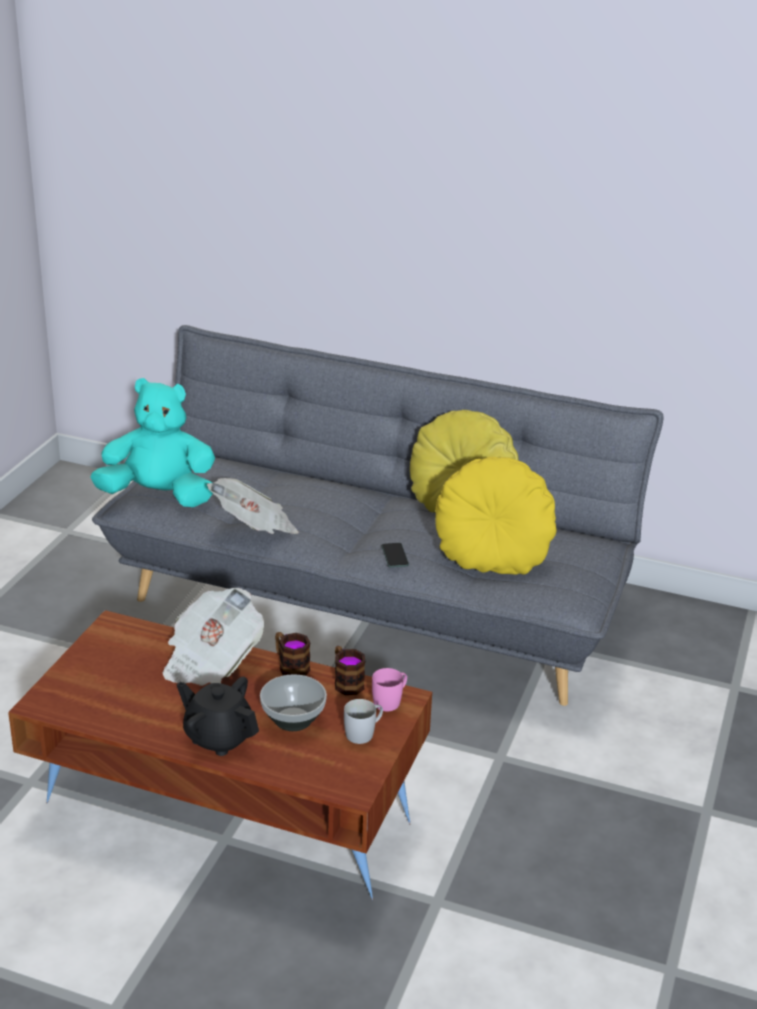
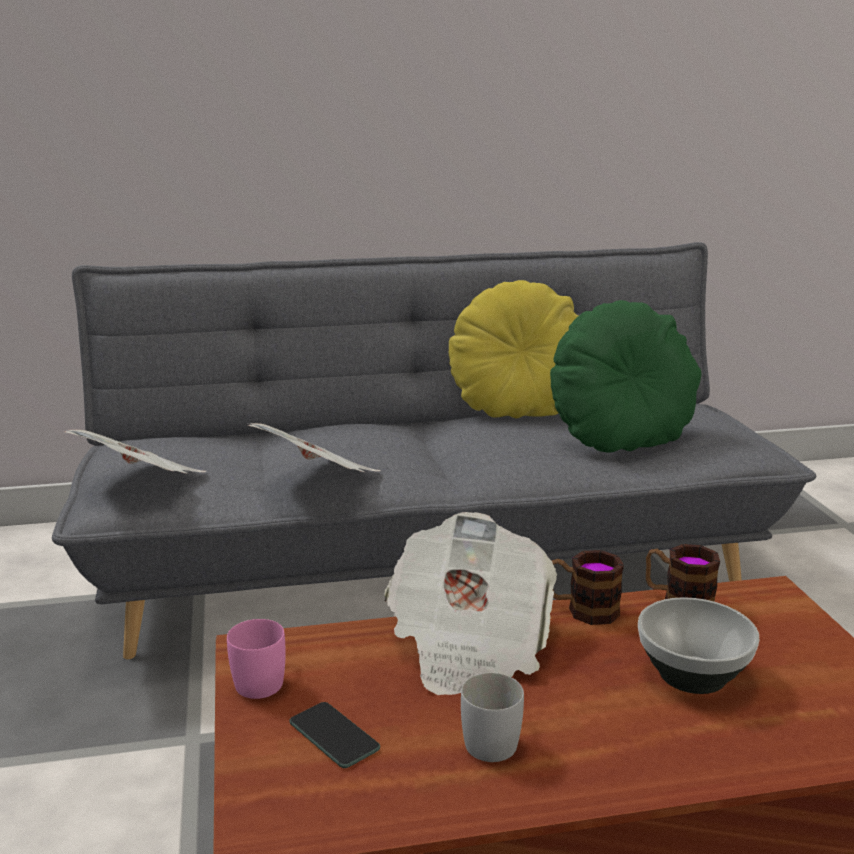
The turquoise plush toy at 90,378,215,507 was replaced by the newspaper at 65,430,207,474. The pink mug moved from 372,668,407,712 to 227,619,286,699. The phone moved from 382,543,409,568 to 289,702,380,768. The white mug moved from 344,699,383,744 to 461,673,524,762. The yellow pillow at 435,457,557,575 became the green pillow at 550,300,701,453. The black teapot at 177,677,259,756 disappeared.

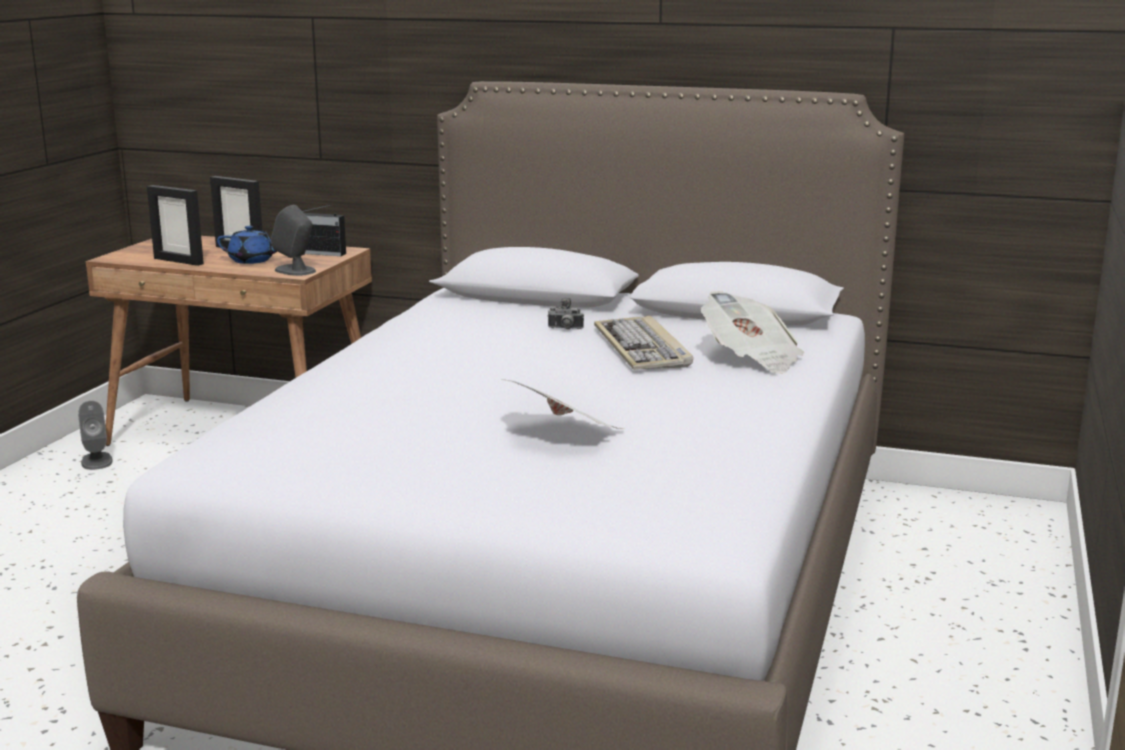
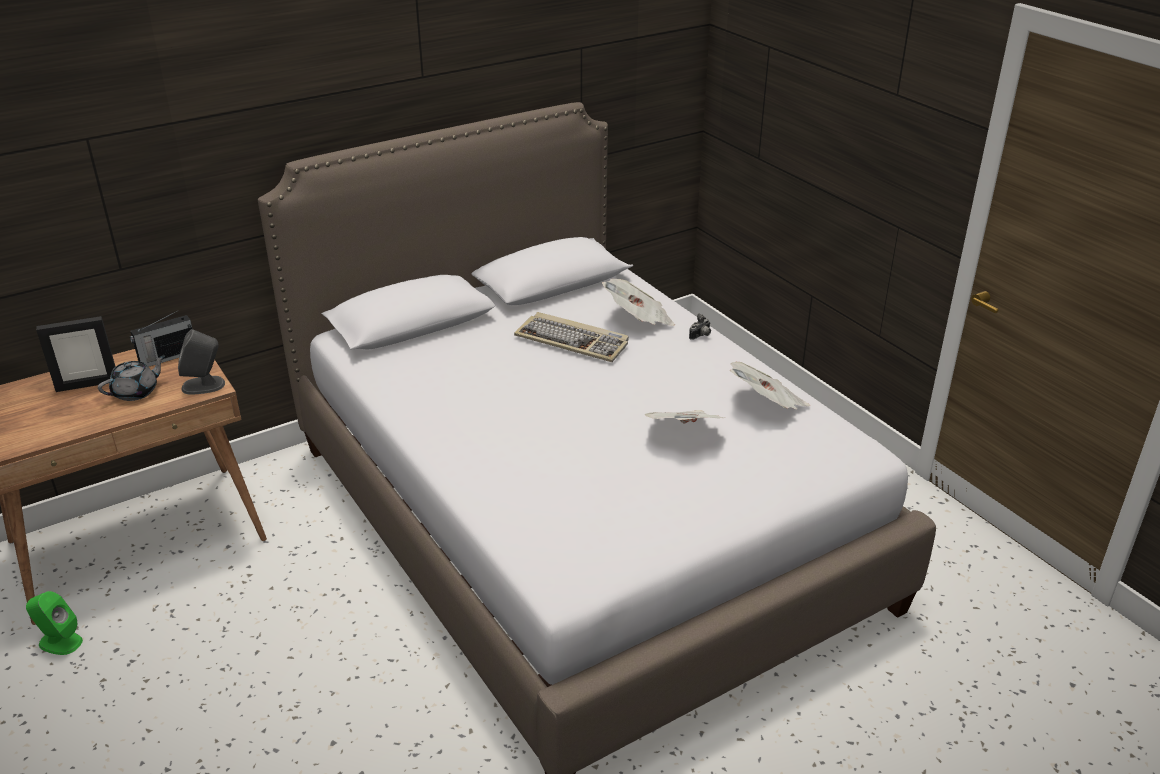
The grey speaker at 78,401,113,470 became the green speaker at 26,591,83,655. The blue teapot at 217,226,277,264 became the grey teapot at 98,355,165,401. The photo camera moved from 547,298,584,329 to 689,313,711,340. The newspaper at 730,362,810,409 appeared. The picture frame at 147,185,204,266 disappeared.

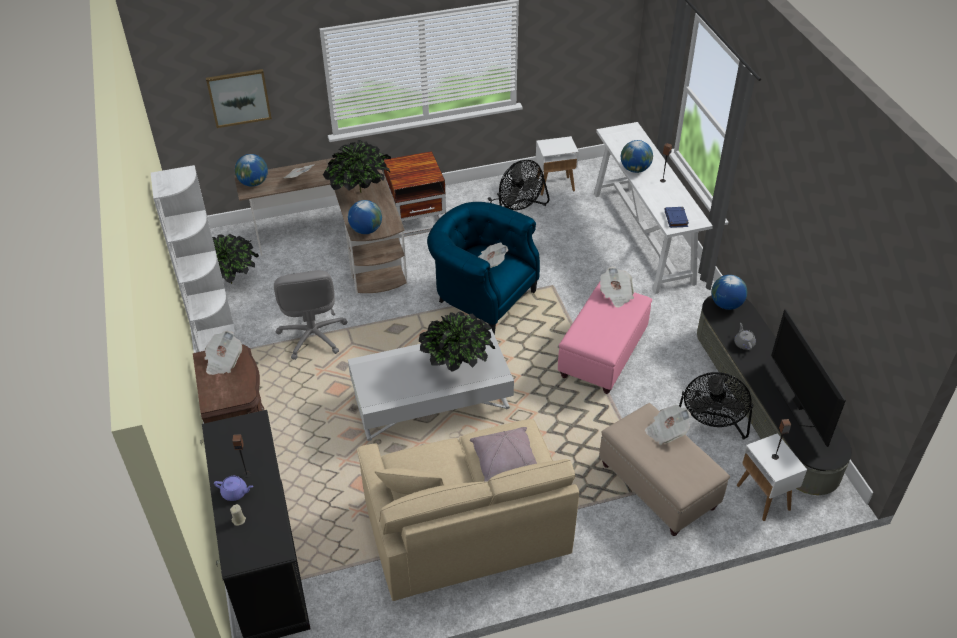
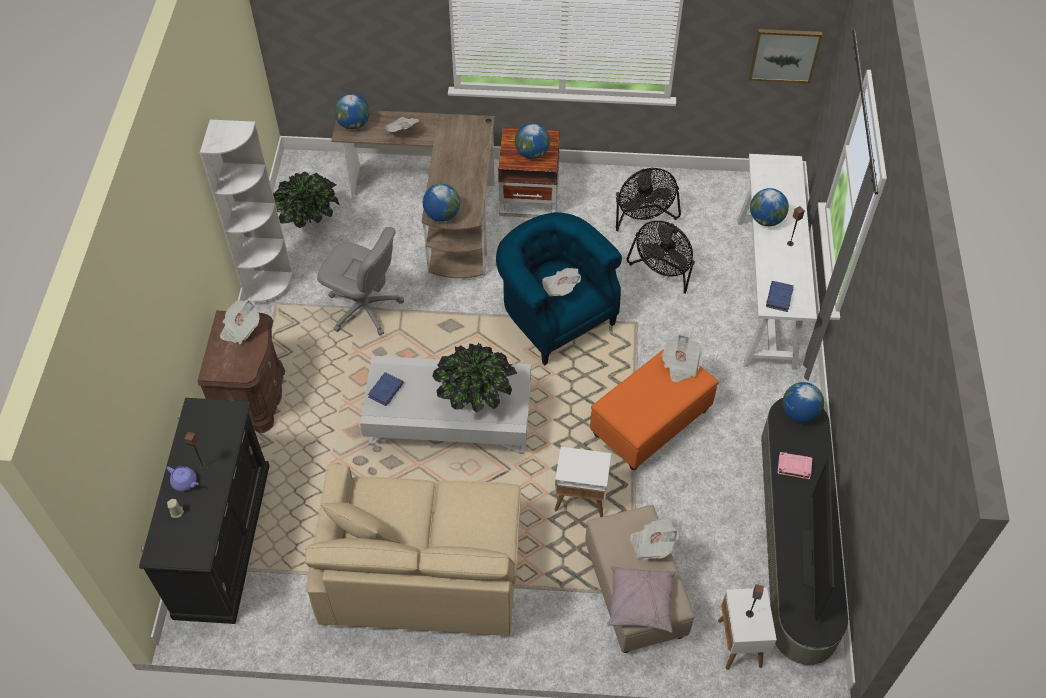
The grey office chair at 274,270,348,360 turned 75 degrees counterclockwise. The blue book at 368,372,404,406 appeared. The globe at 515,123,550,159 appeared. The white side table moved from 536,136,579,196 to 554,447,611,517. The pink ottoman at 558,281,652,394 became the orange ottoman at 590,349,719,470. The purple pillow moved from 470,427,537,482 to 607,566,676,633. The black fan moved from 679,372,753,440 to 627,221,695,294. The picture moved from 206,69,272,128 to 749,29,823,83. The grey teapot at 734,323,756,350 was replaced by the pink book at 777,452,812,479. The potted plant at 323,140,391,193 disappeared.

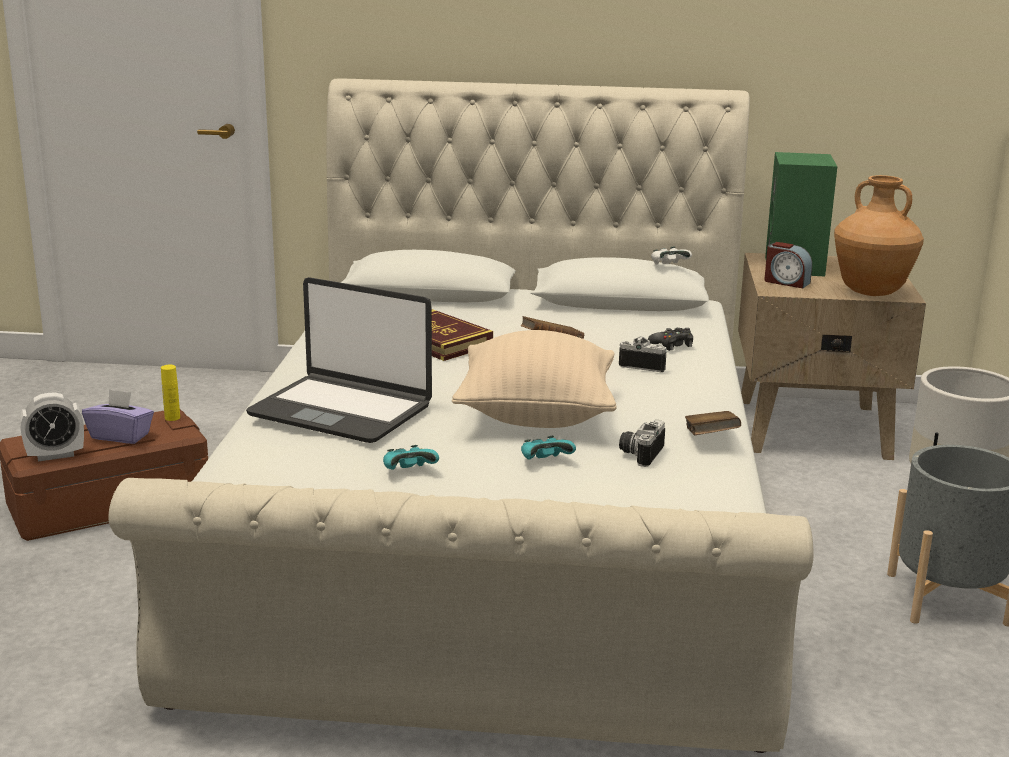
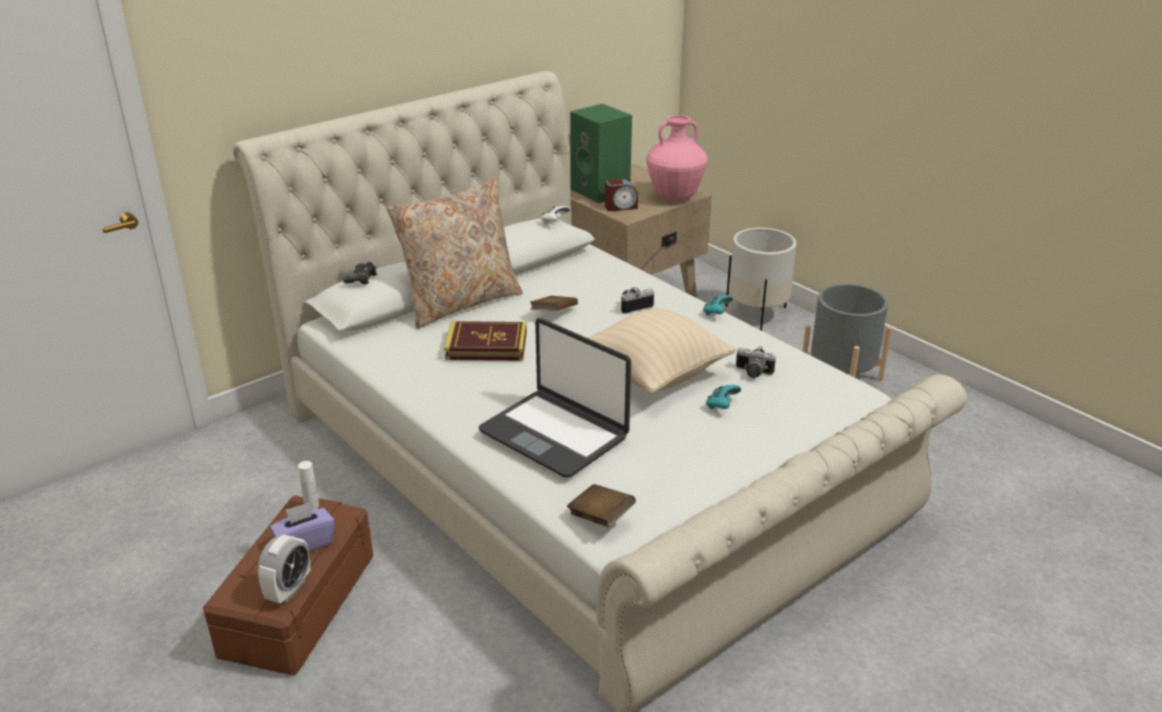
The yellow bottle at 161,365,180,421 became the white bottle at 298,461,319,510. The black game controller moved from 648,328,693,351 to 343,262,377,284. The beige pillow at 386,177,523,329 appeared. The laptop at 246,277,432,443 turned 60 degrees clockwise. The brown book moved from 685,411,741,435 to 567,484,636,527. The brown vase at 834,175,924,296 became the pink vase at 646,115,708,201. The turquoise game controller moved from 383,445,439,470 to 703,295,733,316. The photo camera at 619,420,665,467 turned 45 degrees counterclockwise.

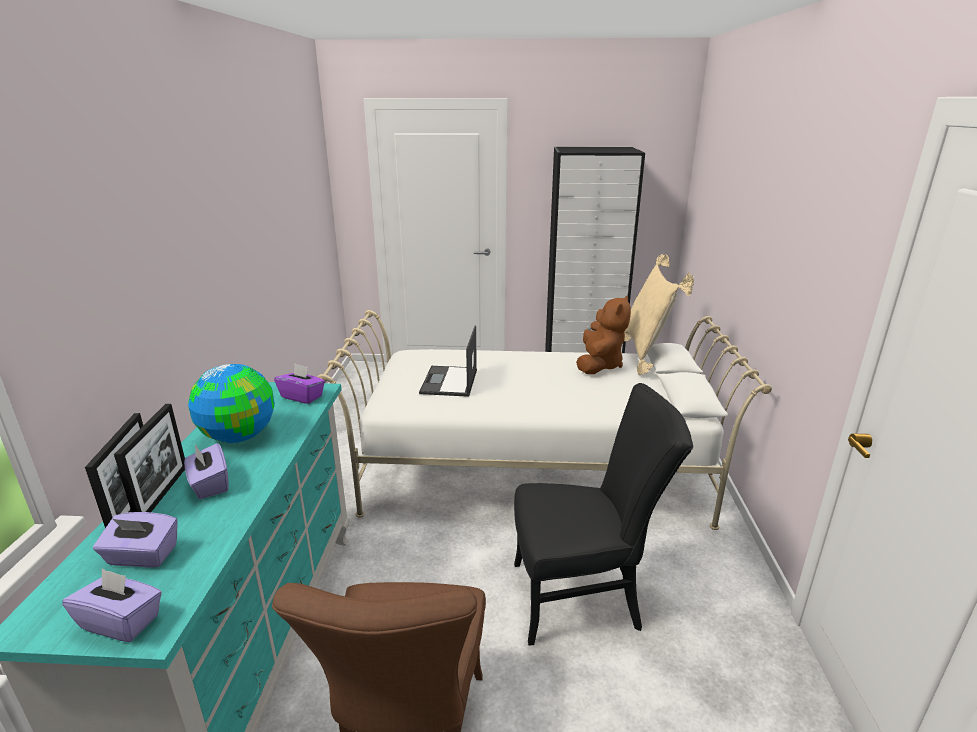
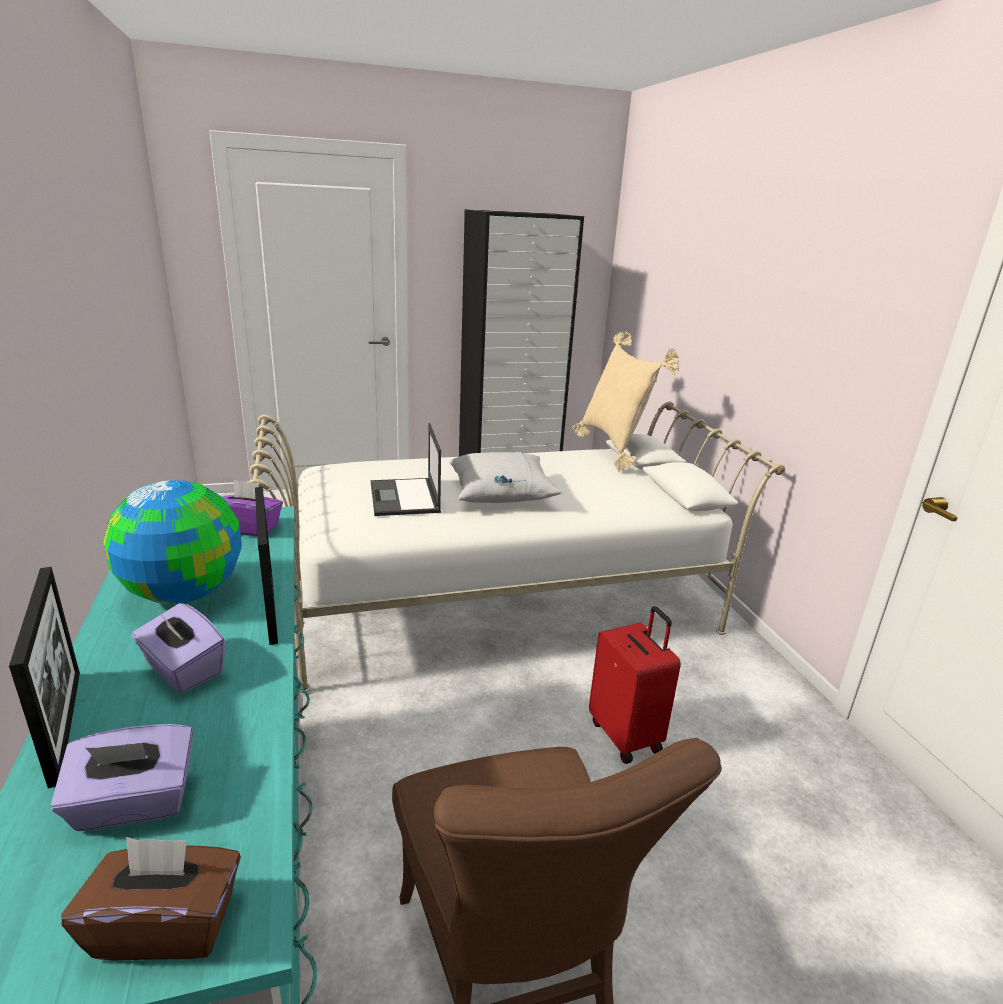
The purple tissue box at 62,568,162,642 became the brown tissue box at 61,837,241,961. The picture frame moved from 114,404,185,512 to 255,487,278,645. The grey pillow at 449,452,562,503 appeared. The black chair at 514,383,693,646 was replaced by the red suitcase at 589,606,681,764. The brown plush toy at 576,295,631,374 disappeared.

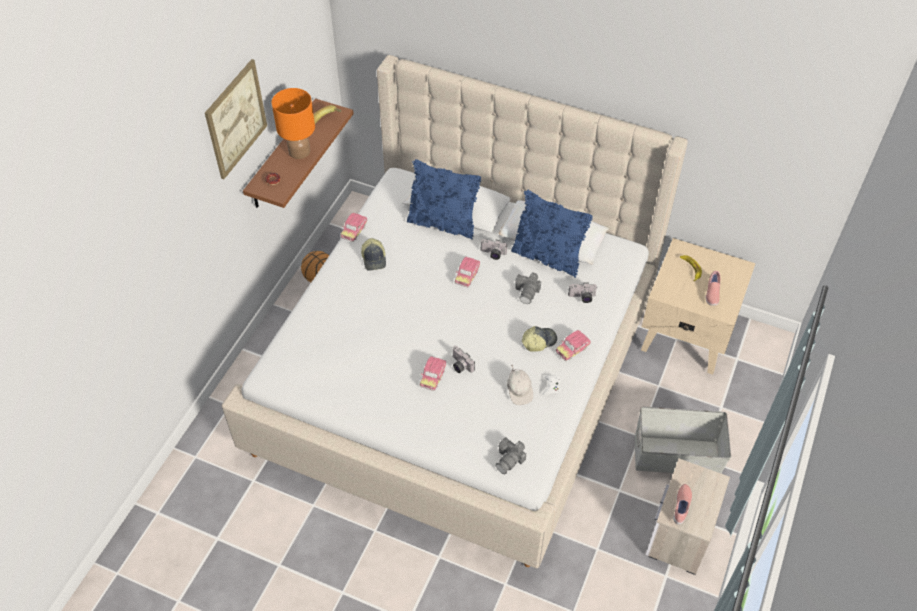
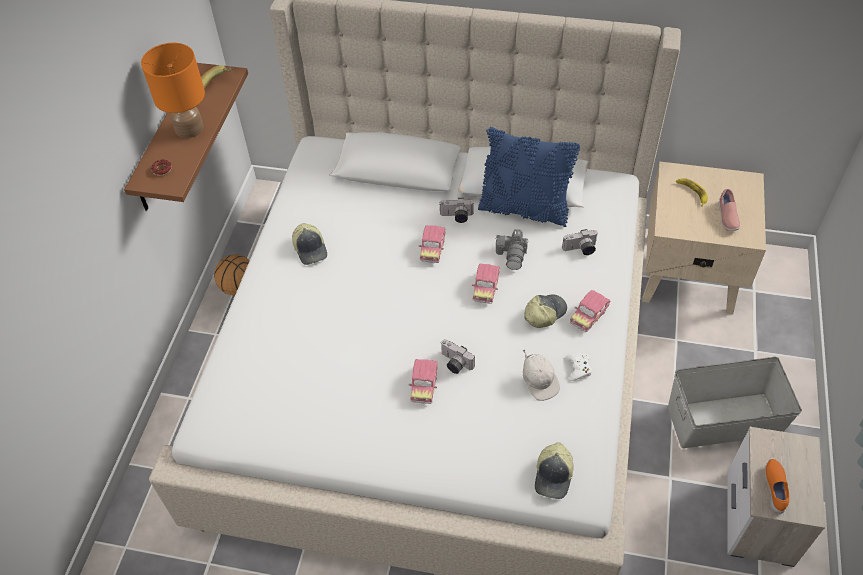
The toy car moved from 341,213,368,242 to 472,263,500,304. The photo camera at 496,437,526,474 was replaced by the cap at 535,442,574,499. The pink shoe at 673,484,692,525 became the orange shoe at 765,459,789,514. The picture at 205,59,267,179 disappeared. The blue pillow at 407,159,481,240 disappeared.

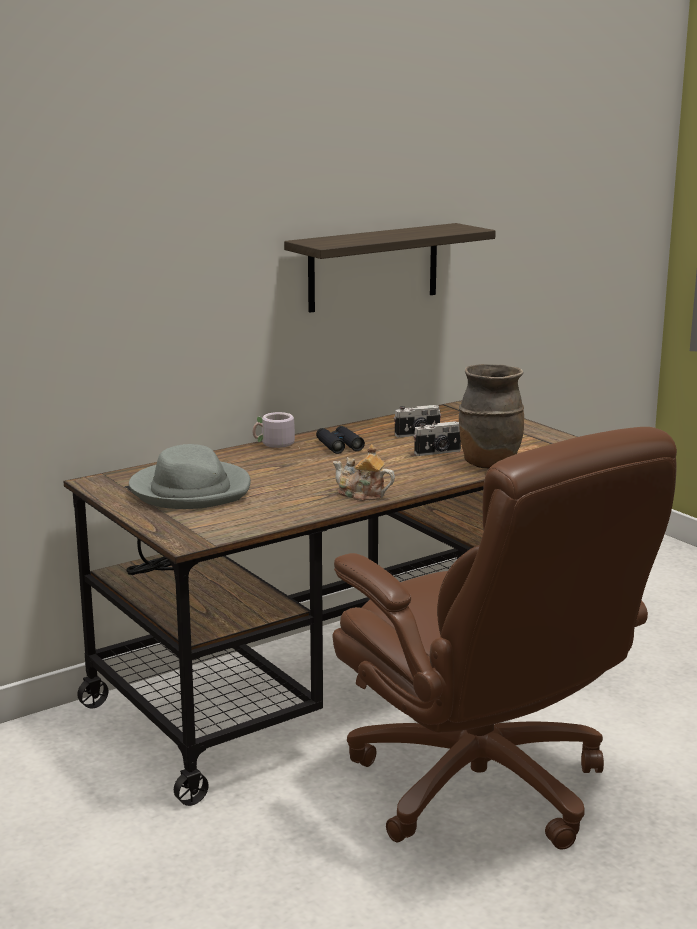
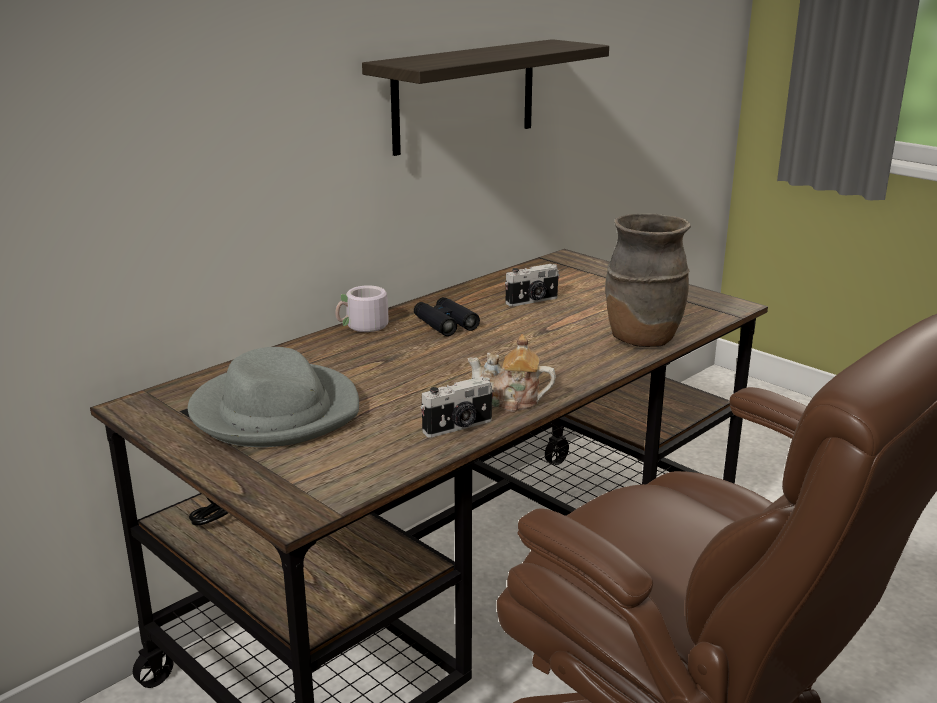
The photo camera moved from 414,421,461,456 to 420,376,493,437.

